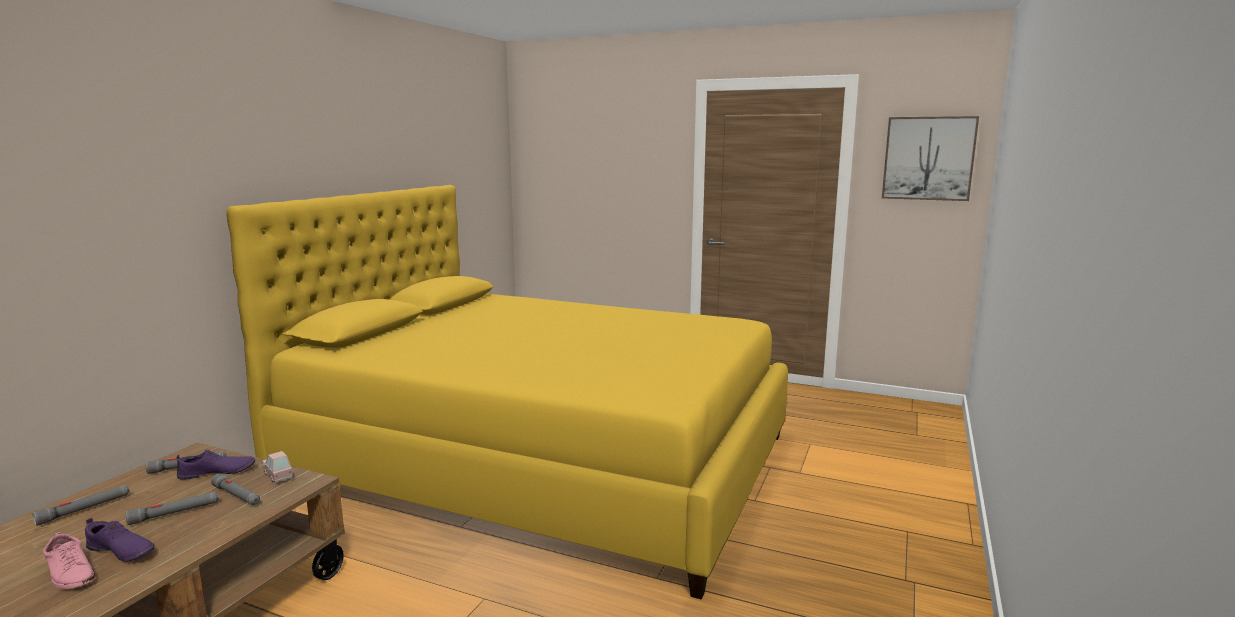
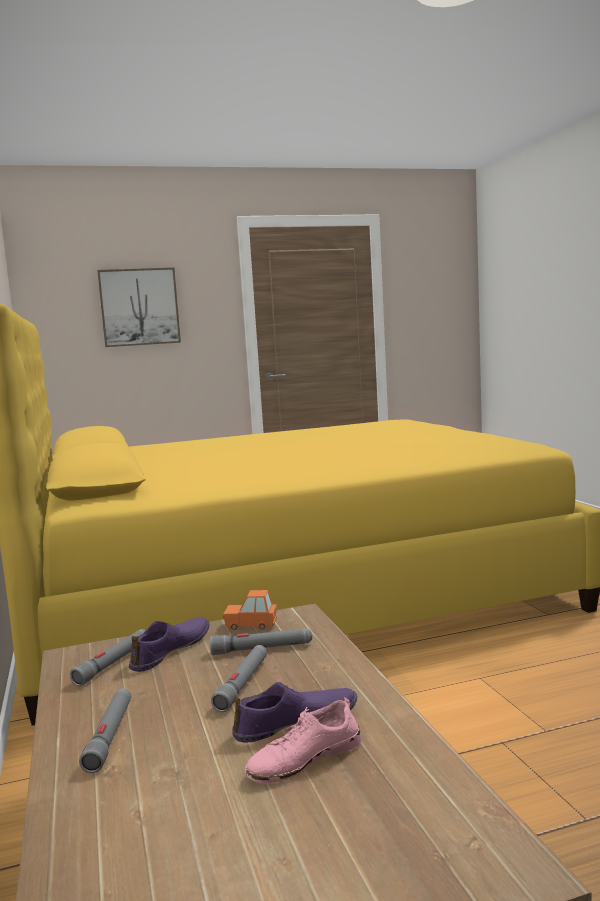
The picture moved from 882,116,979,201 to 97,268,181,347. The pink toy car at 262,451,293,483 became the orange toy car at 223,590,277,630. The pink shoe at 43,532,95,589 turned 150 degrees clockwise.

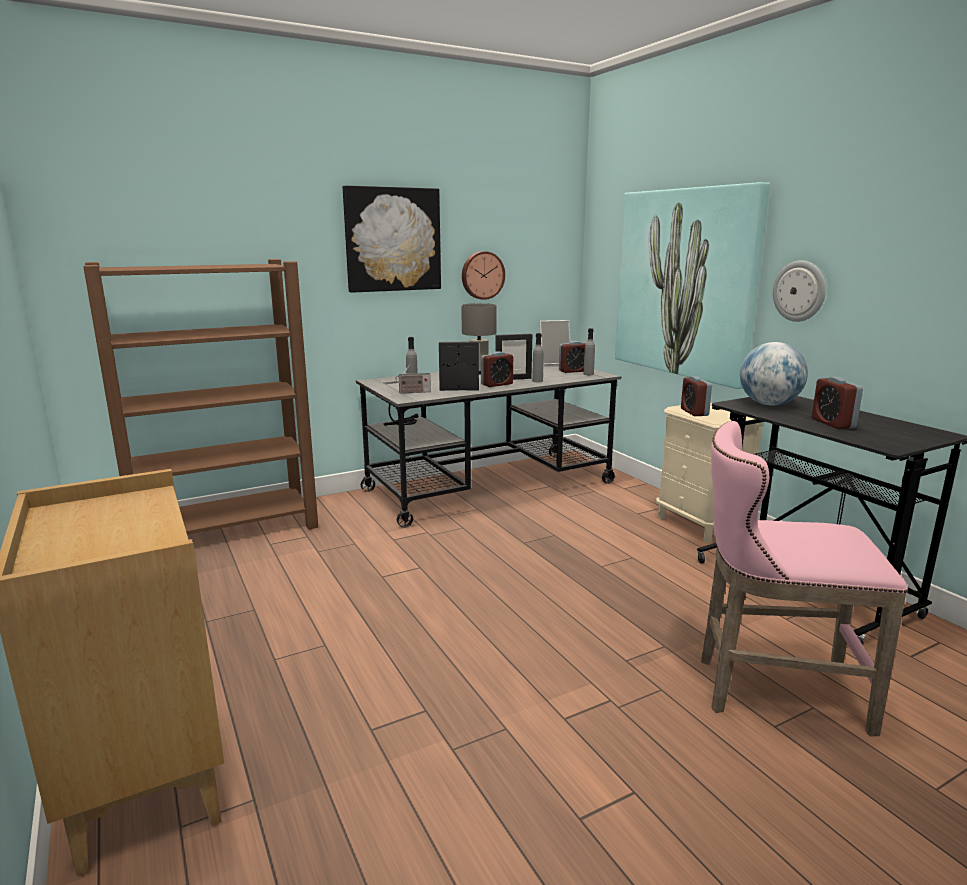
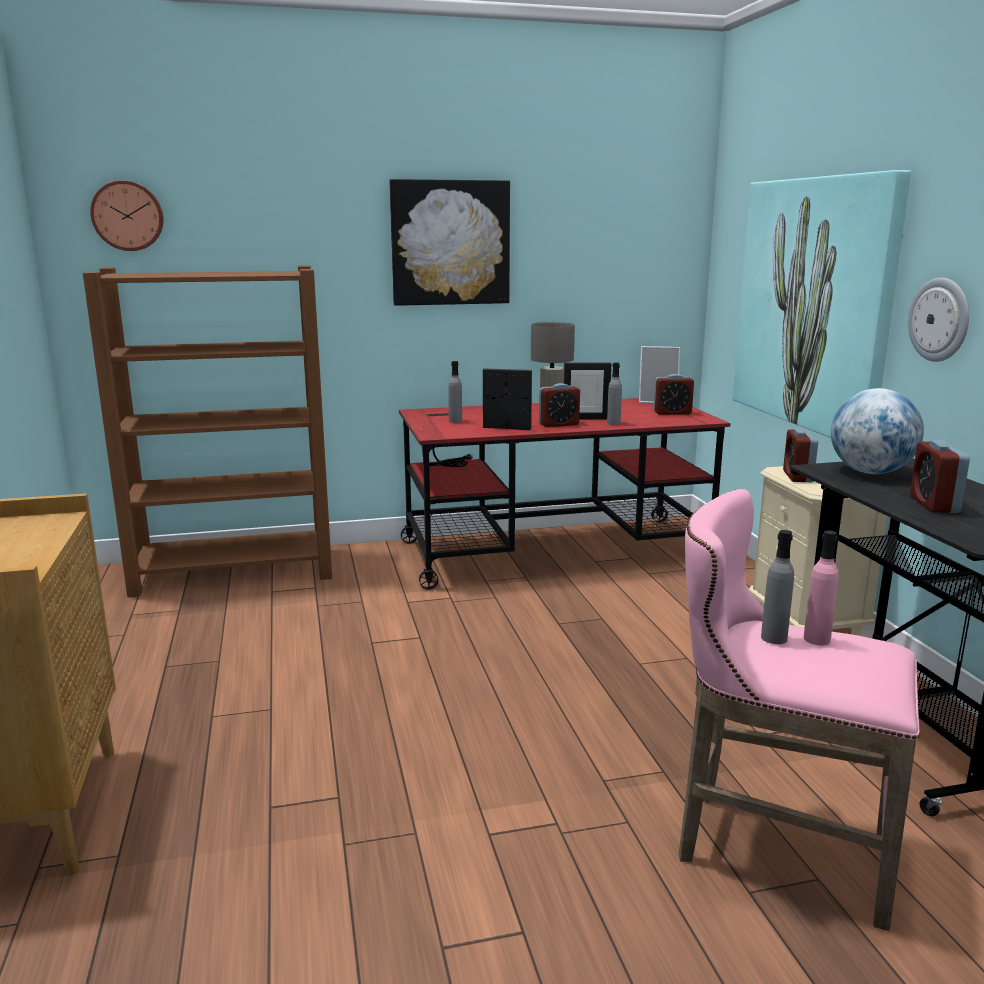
The wall clock moved from 462,251,505,300 to 90,180,164,251. The grey desk at 356,362,621,528 became the red desk at 399,398,730,590. The grey bottle moved from 584,328,595,375 to 761,530,794,644. The pink bottle at 804,530,838,645 appeared. The radio at 396,364,431,393 disappeared.

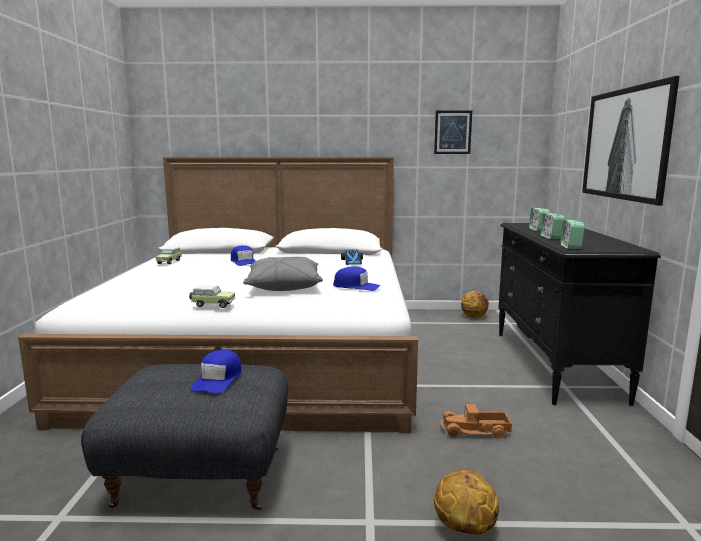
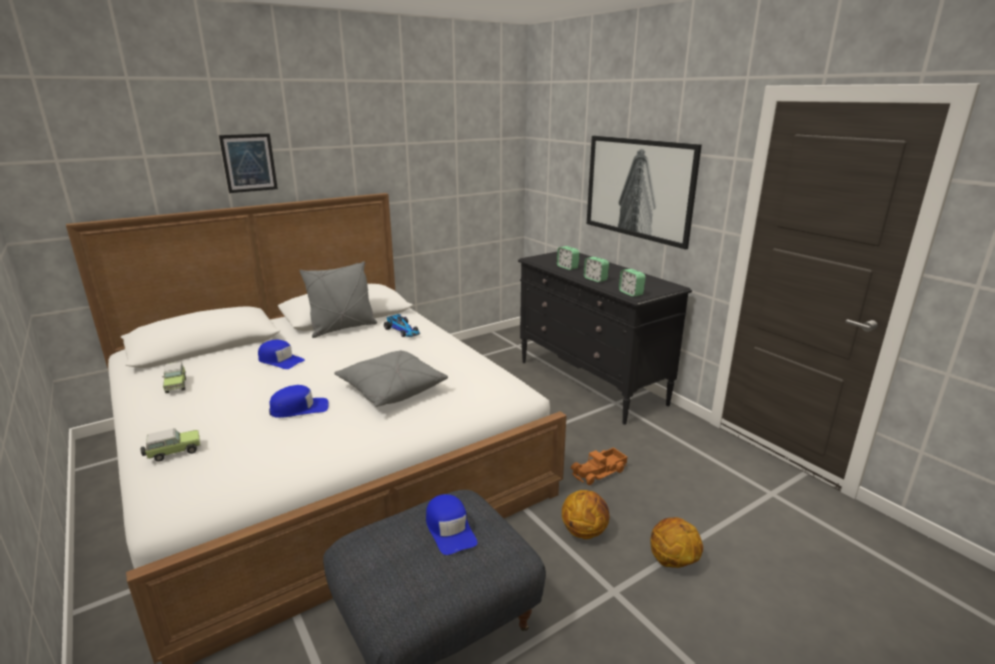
The toy car moved from 189,285,235,308 to 141,428,201,462. The picture moved from 434,111,472,154 to 219,134,278,193. The blue cap moved from 333,267,380,291 to 269,385,329,418. The grey pillow at 300,261,377,338 appeared. The basketball moved from 461,291,489,318 to 562,490,610,539.

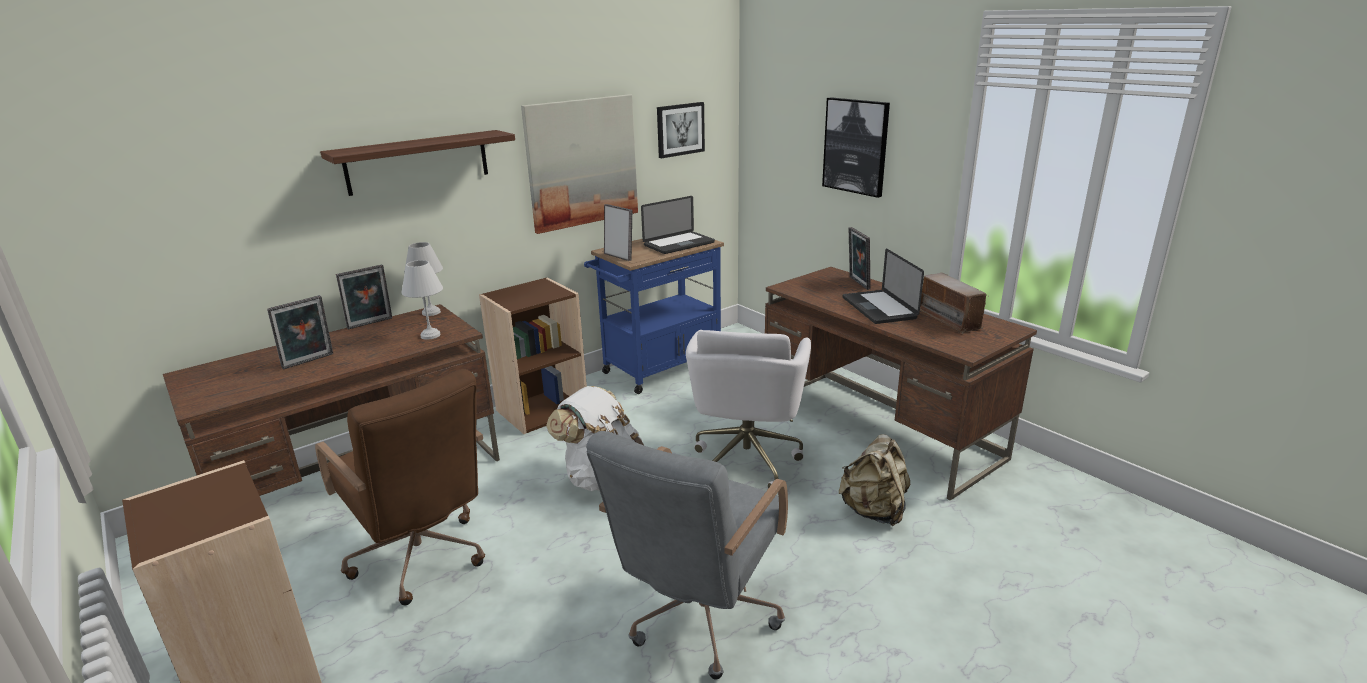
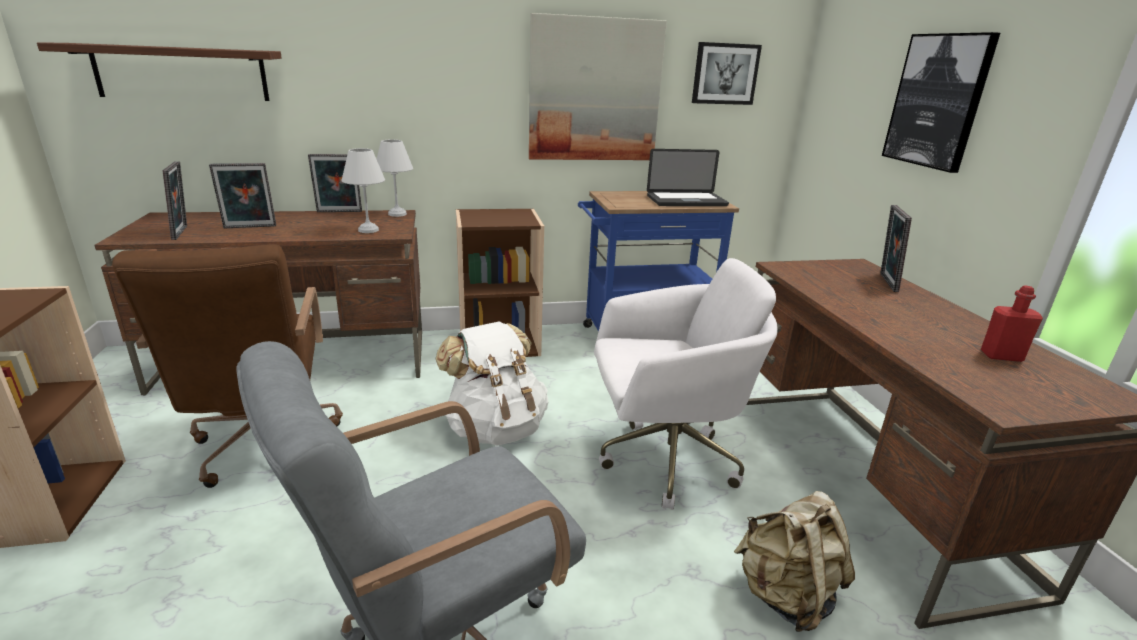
The shelf moved from 320,130,515,196 to 37,42,282,101. The picture frame moved from 604,204,632,261 to 163,161,187,240. The white office chair at 686,330,811,488 turned 135 degrees counterclockwise. The radio at 920,273,989,334 was replaced by the red bottle at 981,285,1043,362. The laptop at 843,248,924,324 disappeared.

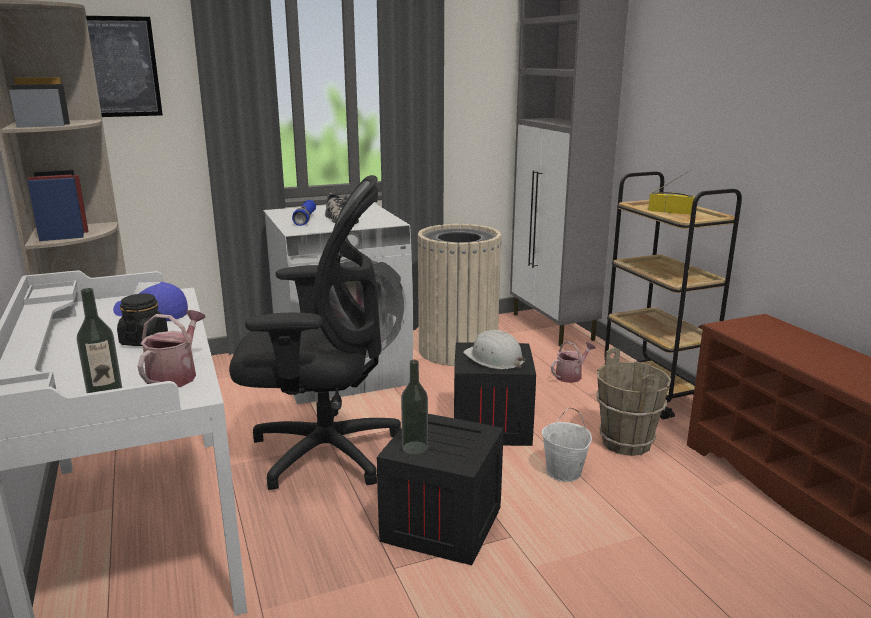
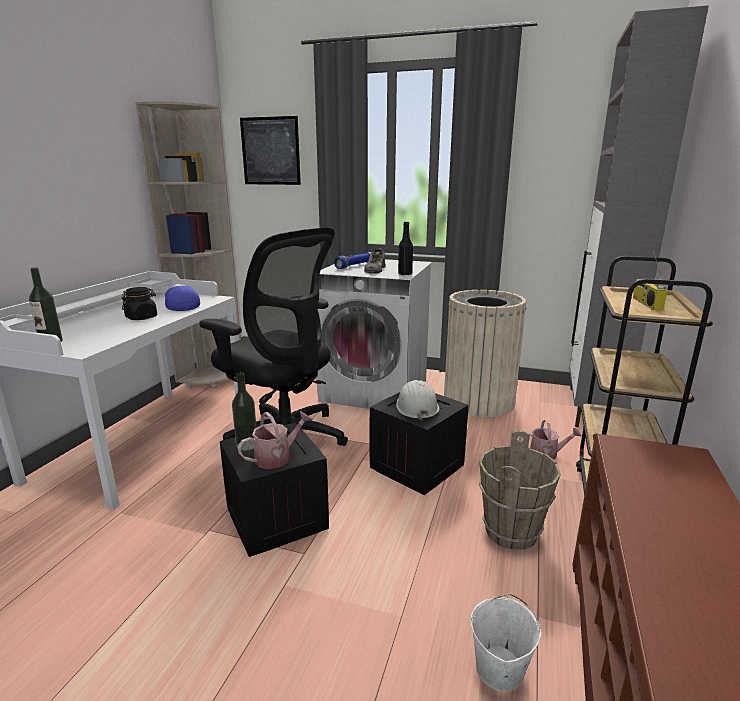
The watering can moved from 138,310,205,387 to 237,411,313,469. The black bottle at 398,222,413,275 appeared. The white bucket moved from 542,407,592,482 to 470,593,541,692. The radio at 648,170,695,215 turned 150 degrees counterclockwise.

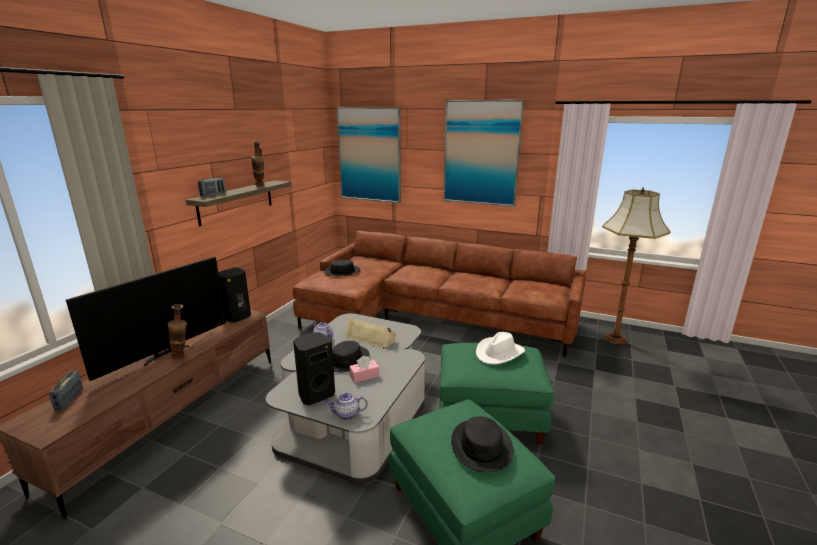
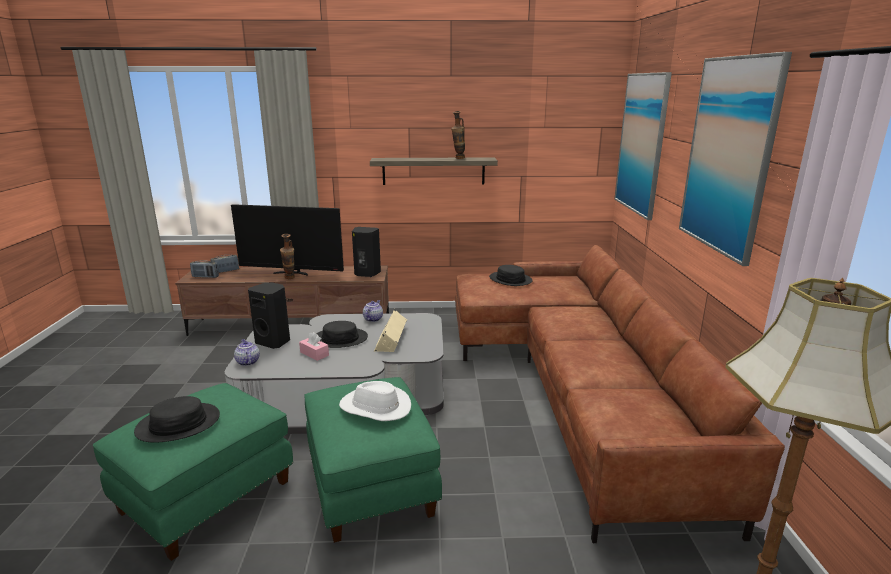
The radio moved from 198,177,226,196 to 190,260,219,278.

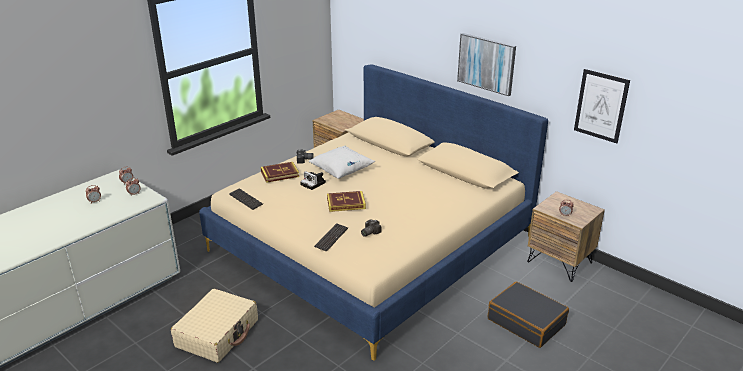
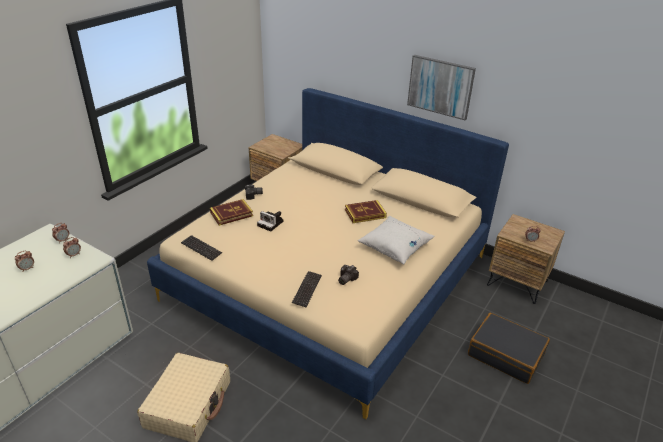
The book moved from 327,191,366,212 to 345,200,387,223. The grey pillow moved from 309,146,375,179 to 358,216,435,265. The picture at 574,69,630,143 disappeared.

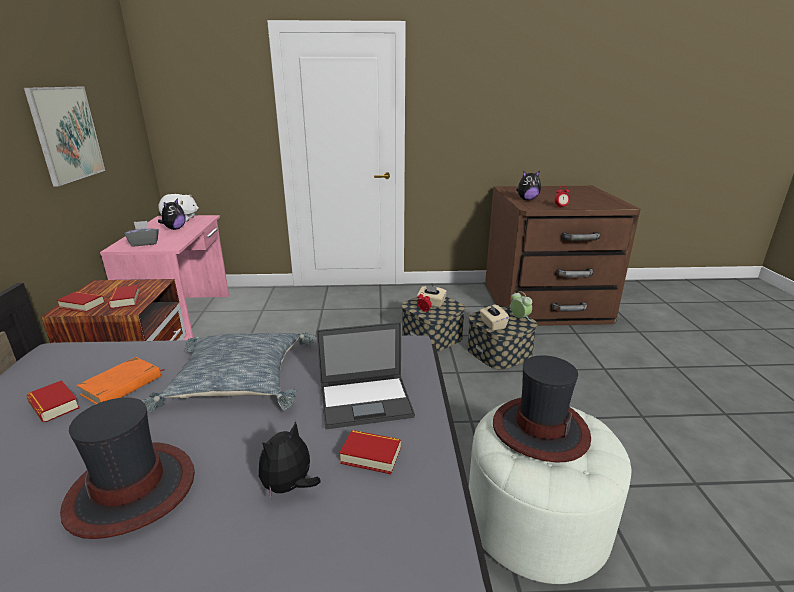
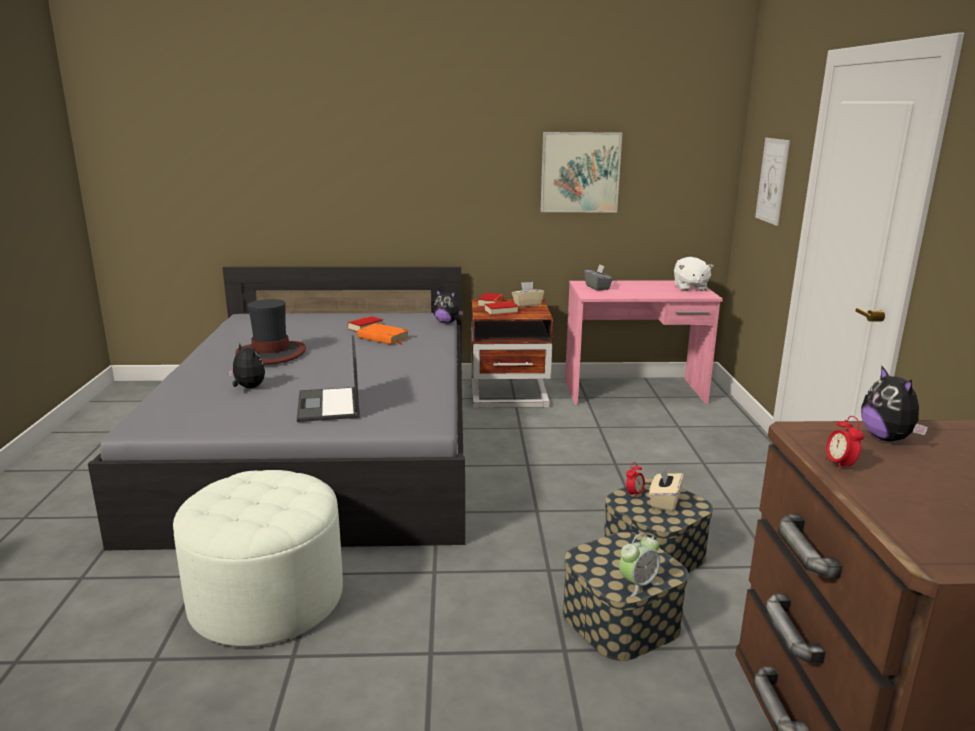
The plush toy moved from 158,198,186,230 to 433,289,464,323. The beige tissue box moved from 480,302,509,331 to 512,282,544,307. The picture at 755,138,790,226 appeared. The pillow at 141,332,316,412 disappeared. The book at 339,430,401,474 disappeared. The hat at 493,355,591,463 disappeared.

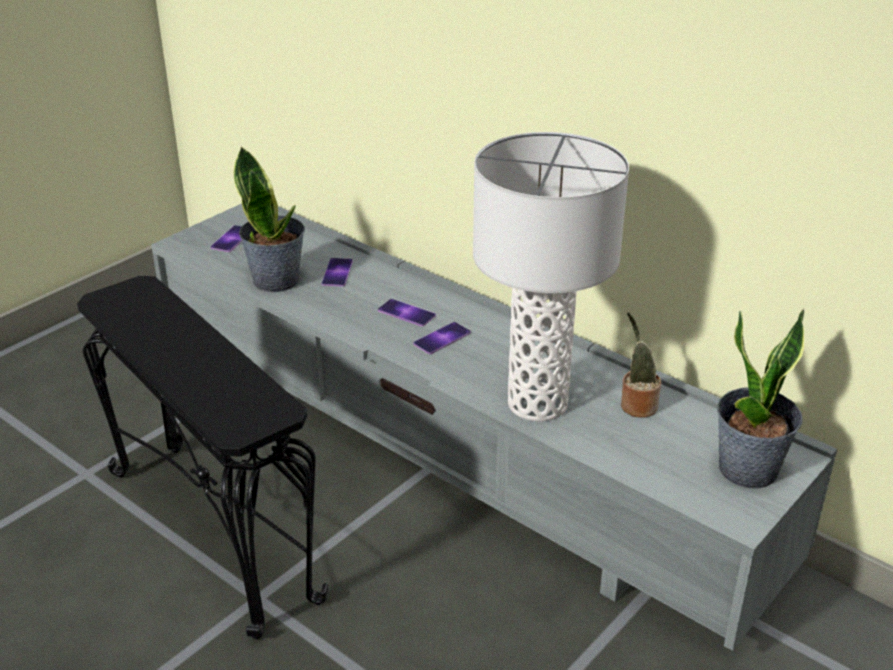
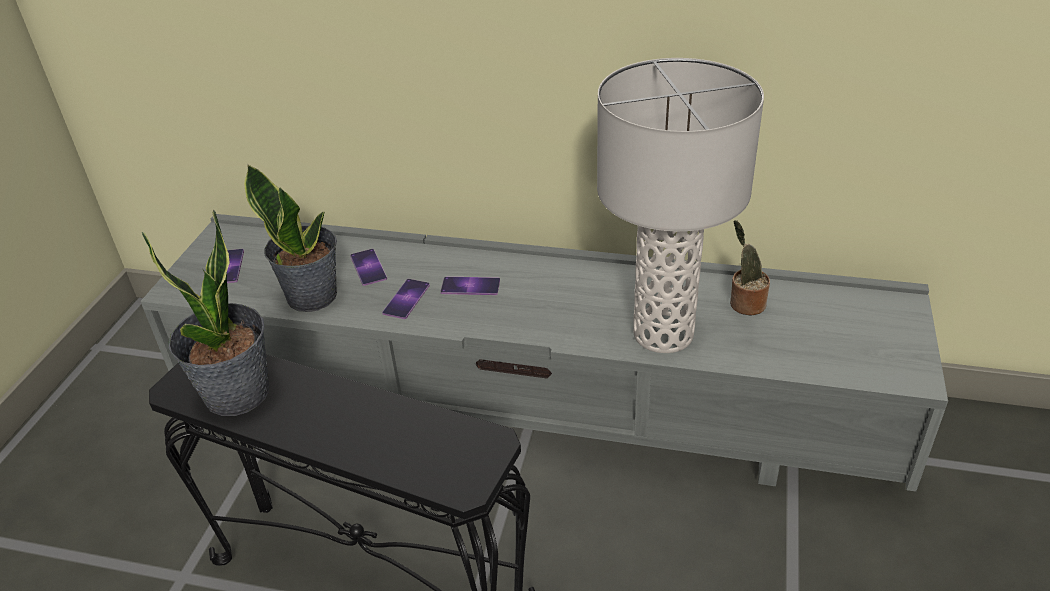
The potted plant moved from 717,309,804,489 to 142,210,270,416. The phone moved from 413,322,471,354 to 382,279,430,319.

